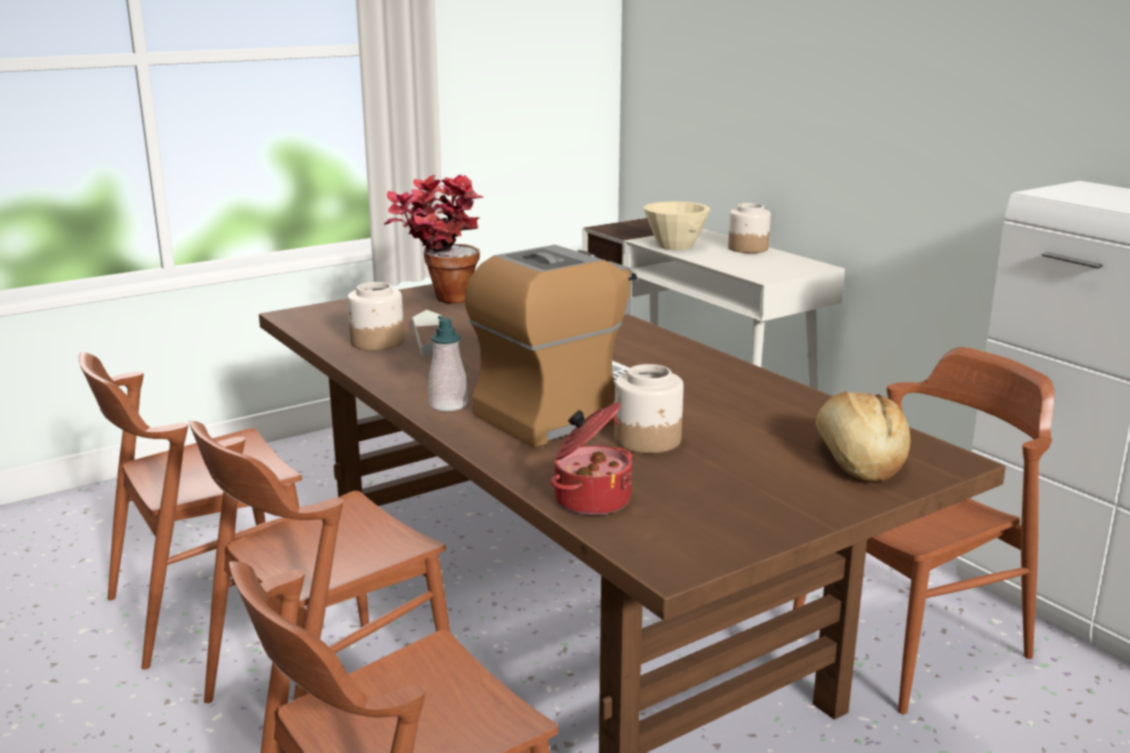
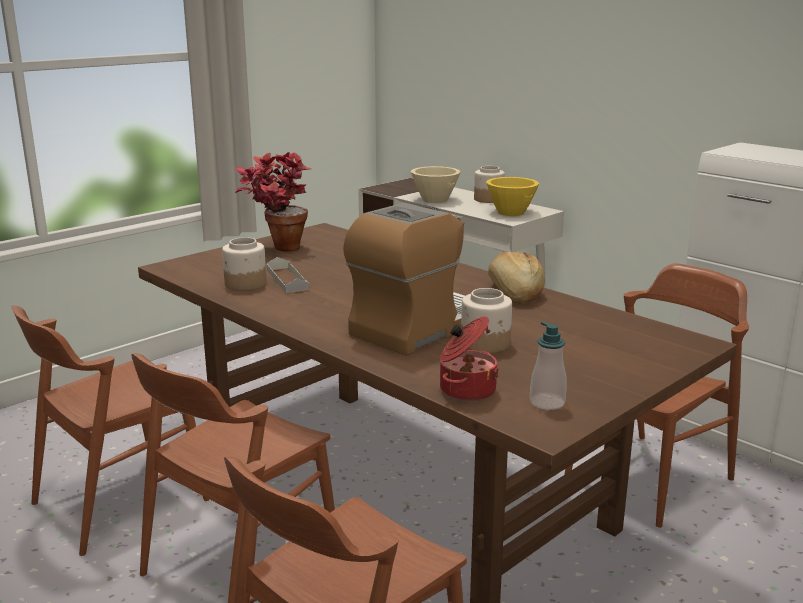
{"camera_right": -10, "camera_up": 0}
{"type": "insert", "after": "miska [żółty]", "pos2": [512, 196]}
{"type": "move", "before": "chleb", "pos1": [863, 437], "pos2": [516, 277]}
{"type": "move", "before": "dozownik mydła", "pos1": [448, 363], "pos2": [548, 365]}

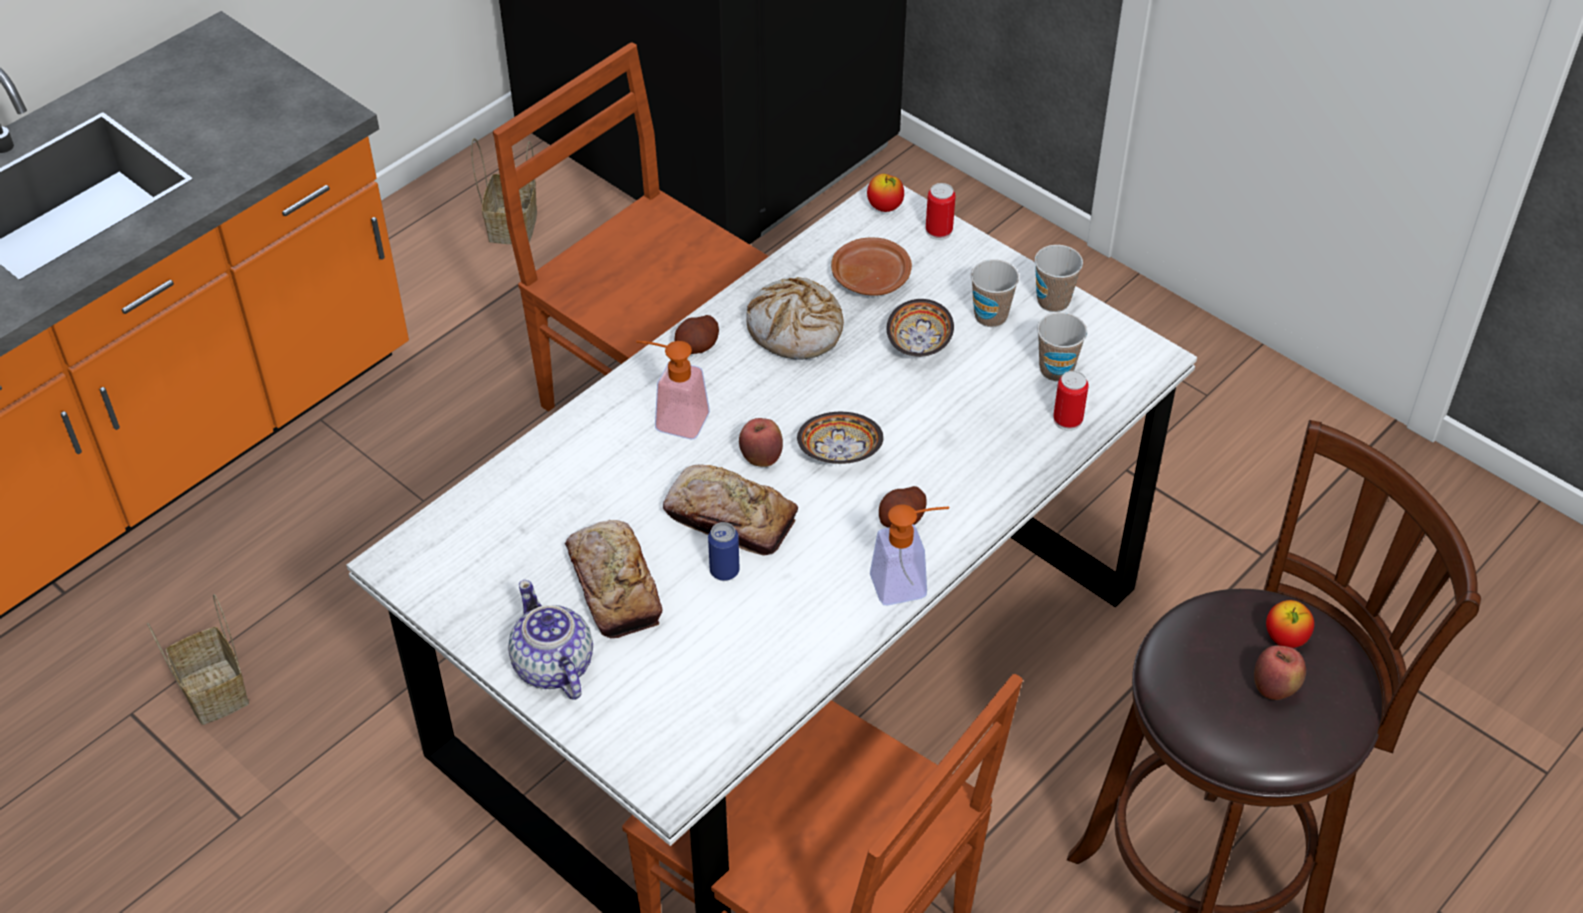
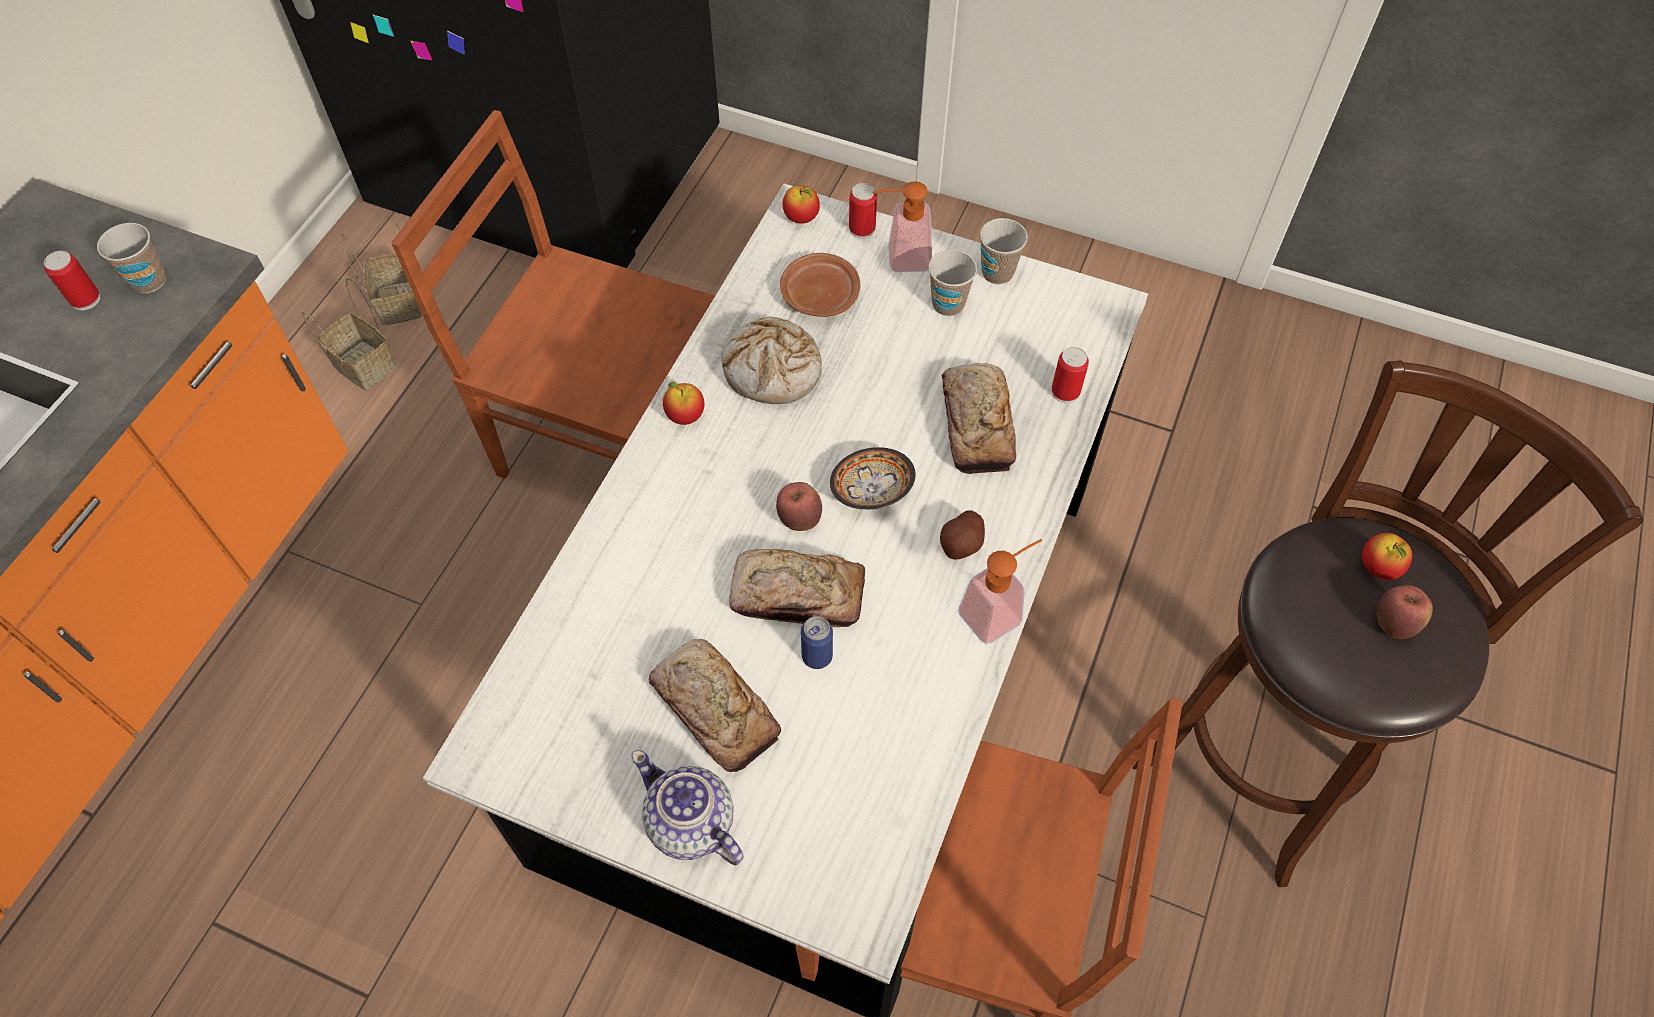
{"camera_right": -20, "camera_up": 10}
{"type": "insert", "after": "puszka", "pos2": [72, 281]}
{"type": "move", "before": "filiżanka", "pos1": [1062, 346], "pos2": [131, 258]}
{"type": "move", "before": "koszyk", "pos1": [198, 659], "pos2": [349, 334]}
{"type": "replace", "before": "ziemniak", "after": "jabłko", "pos1": [697, 334], "pos2": [683, 403]}
{"type": "move", "before": "dozownik mydła", "pos1": [673, 389], "pos2": [902, 226]}
{"type": "insert", "after": "chleb", "pos2": [978, 418]}
{"type": "delete", "before": "miska", "pos1": [920, 328]}

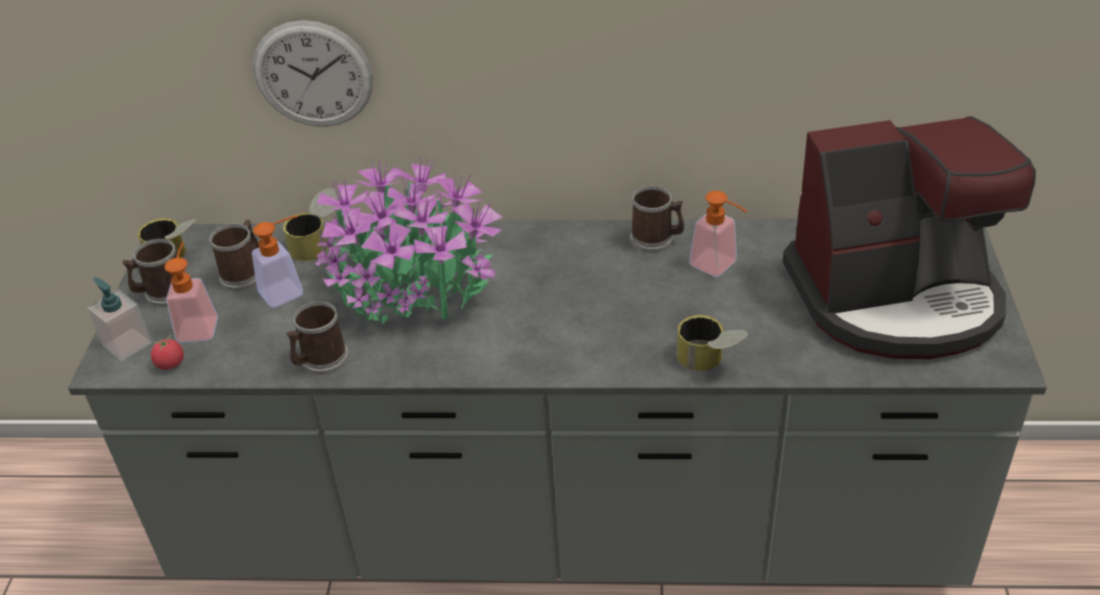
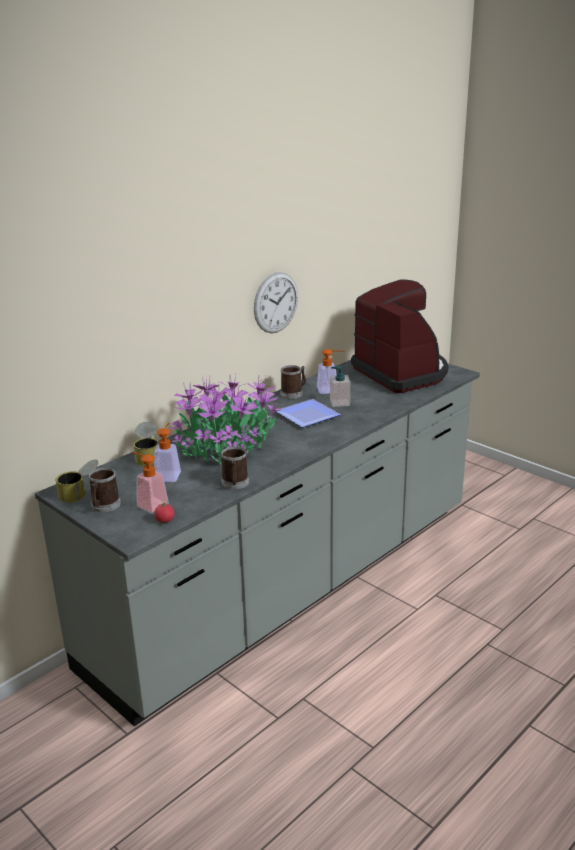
{"camera_right": -50, "camera_up": -15}
{"type": "move", "before": "zegar ścienny", "pos1": [313, 73], "pos2": [276, 302]}
{"type": "insert", "after": "talerz", "pos2": [308, 413]}
{"type": "move", "before": "dozownik mydła", "pos1": [119, 319], "pos2": [340, 386]}
{"type": "rotate", "before": "ekspres do kawy", "pos1": [909, 237], "pos2": [399, 336], "turn": -60}
{"type": "delete", "before": "kubek", "pos1": [234, 255]}
{"type": "delete", "before": "puszka", "pos1": [712, 343]}

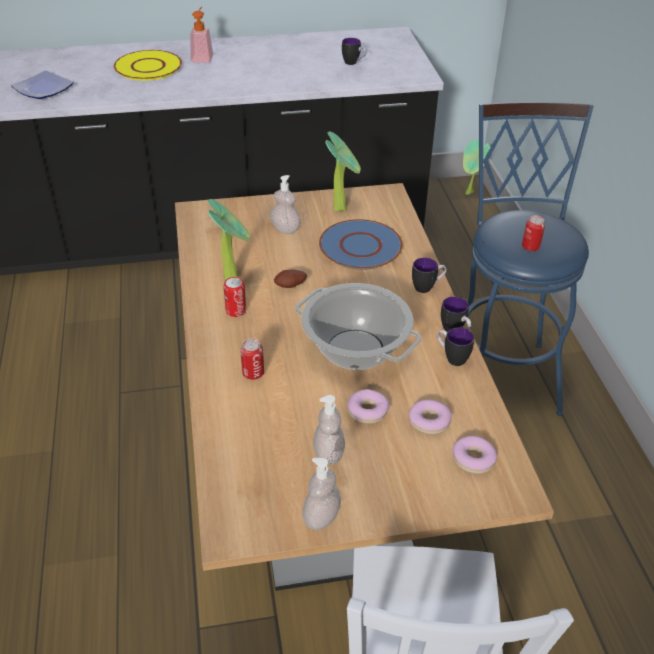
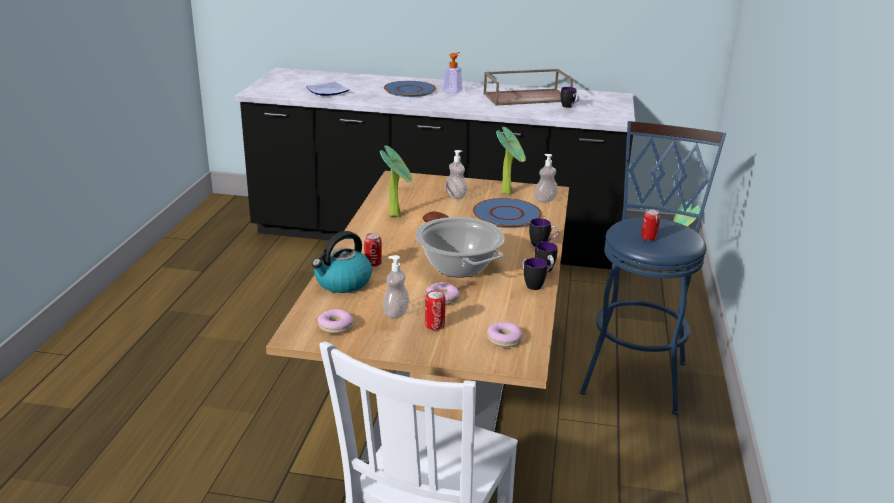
{"camera_right": 20, "camera_up": -15}
{"type": "insert", "after": "czajnik", "pos2": [342, 262]}
{"type": "move", "before": "donut", "pos1": [430, 416], "pos2": [335, 321]}
{"type": "recolor", "before": "talerz [żółty]", "after": "talerz [niebieski]", "pos1": [148, 65], "pos2": [410, 89]}
{"type": "move", "before": "puszka", "pos1": [234, 297], "pos2": [435, 310]}
{"type": "insert", "after": "taca [brązowy]", "pos2": [528, 87]}
{"type": "move", "before": "dozownik mydła", "pos1": [321, 494], "pos2": [546, 178]}

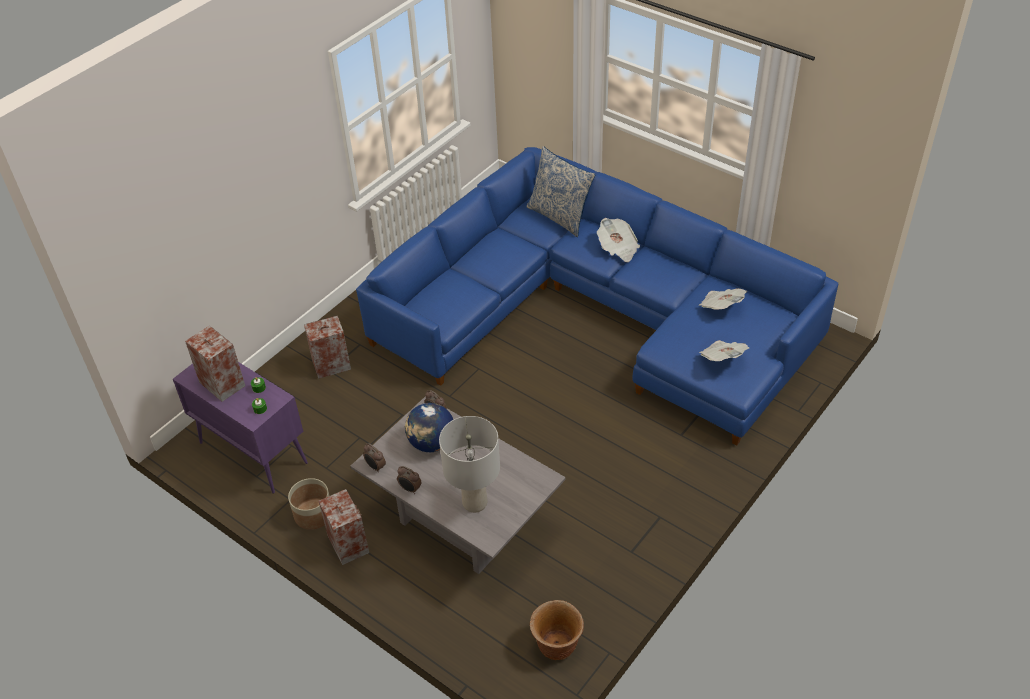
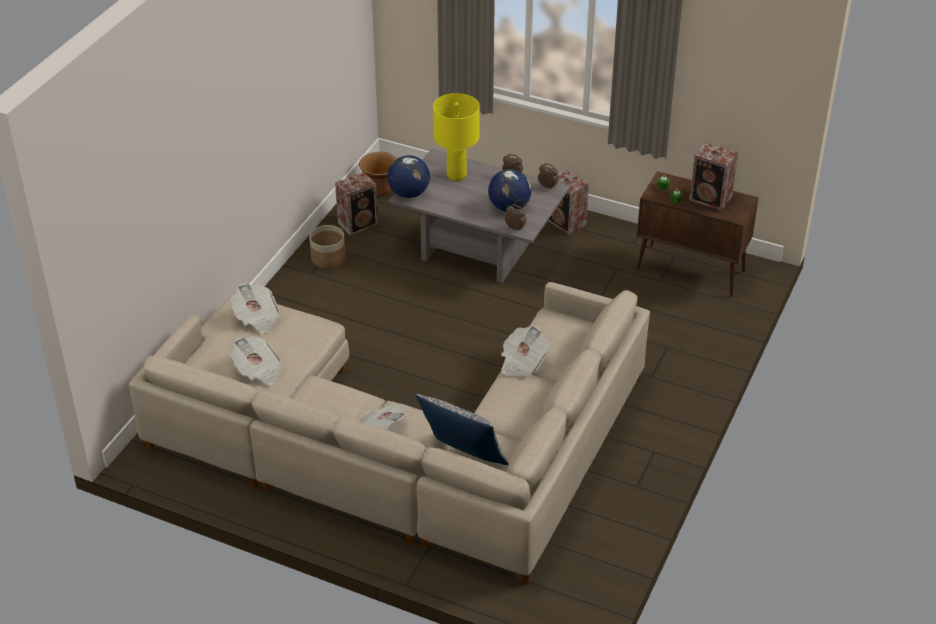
{"camera_right": 165, "camera_up": -5}
{"type": "recolor", "before": "kanapa [niebieski]", "after": "kanapa [beżowy]", "pos1": [597, 296], "pos2": [389, 433]}
{"type": "move", "before": "donica", "pos1": [309, 504], "pos2": [327, 247]}
{"type": "move", "before": "głośnik", "pos1": [327, 347], "pos2": [356, 204]}
{"type": "insert", "after": "globus", "pos2": [408, 176]}
{"type": "recolor", "before": "lampa stołowa [szary]", "after": "lampa stołowa [żółty]", "pos1": [469, 464], "pos2": [456, 137]}
{"type": "insert", "after": "gazeta", "pos2": [525, 351]}
{"type": "recolor", "before": "szafka [fioletowy]", "after": "szafka [brązowy]", "pos1": [240, 428], "pos2": [697, 234]}

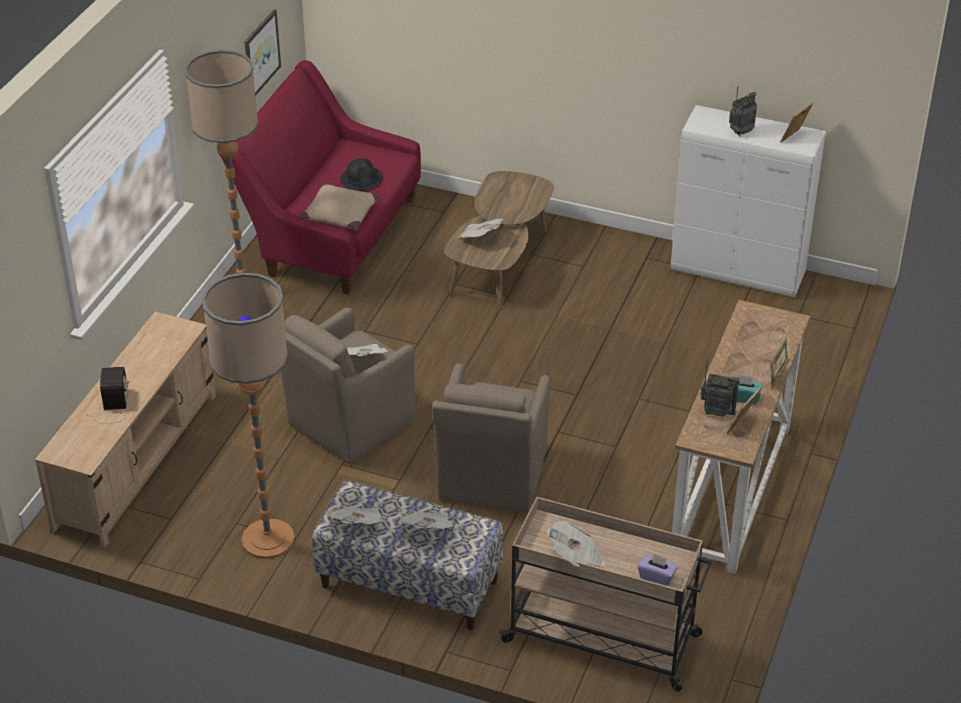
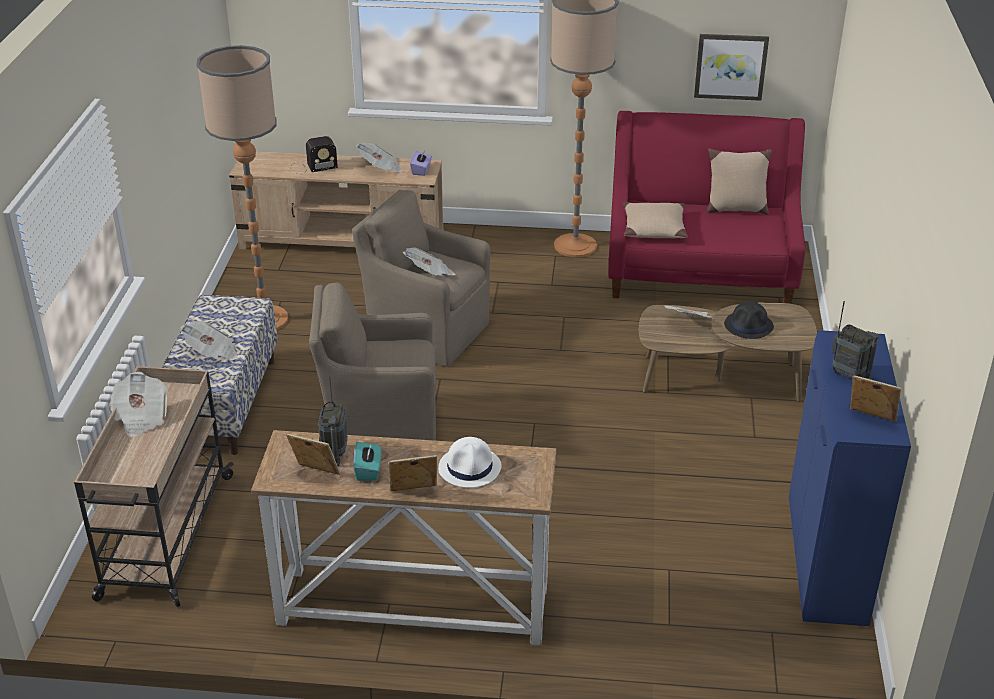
{"camera_right": 75, "camera_up": -5}
{"type": "move", "before": "gazeta", "pos1": [355, 515], "pos2": [379, 157]}
{"type": "move", "before": "pudełko chusteczek [fioletowy]", "pos1": [658, 569], "pos2": [421, 163]}
{"type": "insert", "after": "kapelusz [biały]", "pos2": [470, 462]}
{"type": "insert", "after": "poduszka [beżowy]", "pos2": [739, 182]}
{"type": "move", "before": "kapelusz [czarny]", "pos1": [362, 174], "pos2": [749, 320]}
{"type": "recolor", "before": "szafka [biały]", "after": "szafka [niebieski]", "pos1": [748, 201], "pos2": [850, 478]}

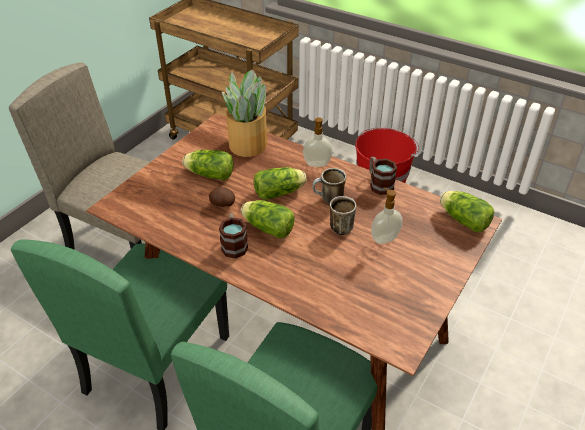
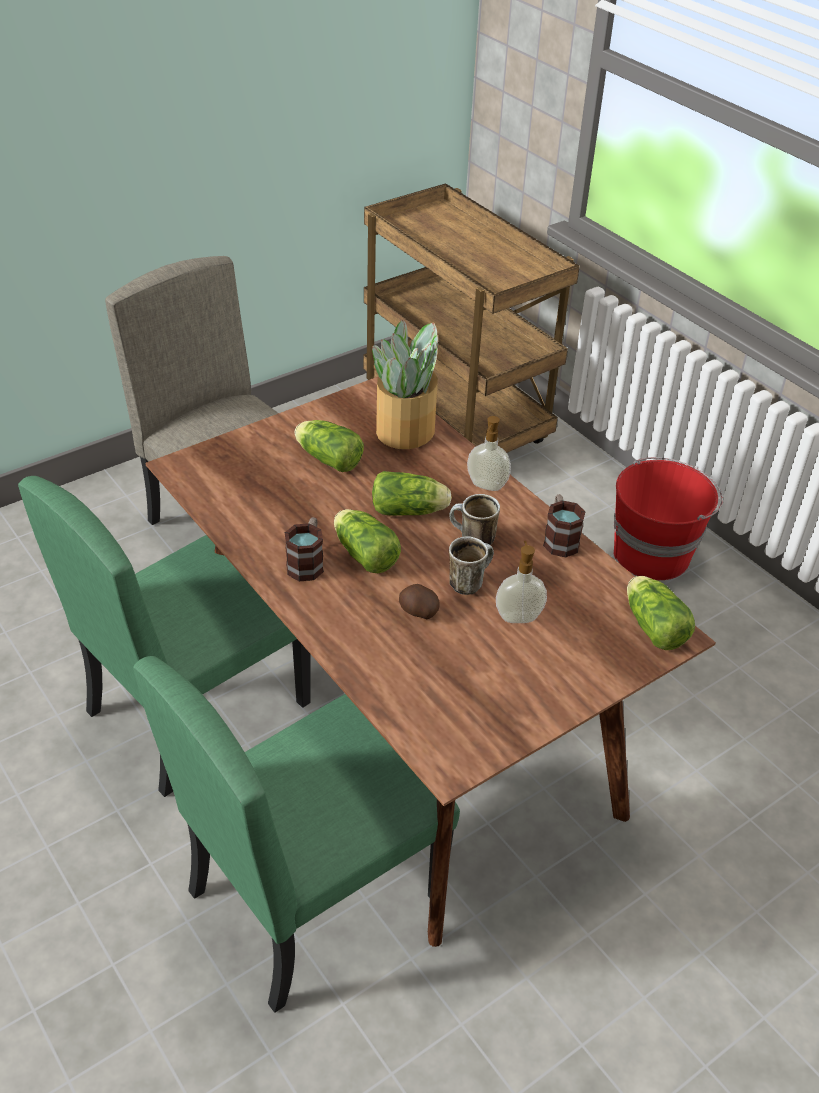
{"camera_right": 20, "camera_up": 0}
{"type": "move", "before": "ziemniak", "pos1": [222, 197], "pos2": [419, 601]}

